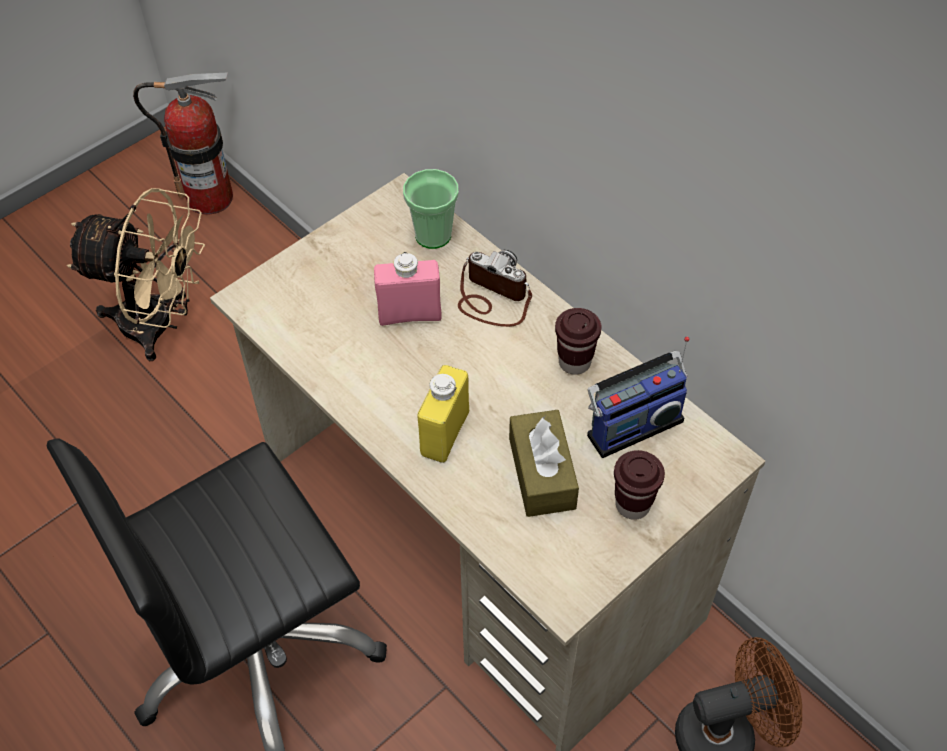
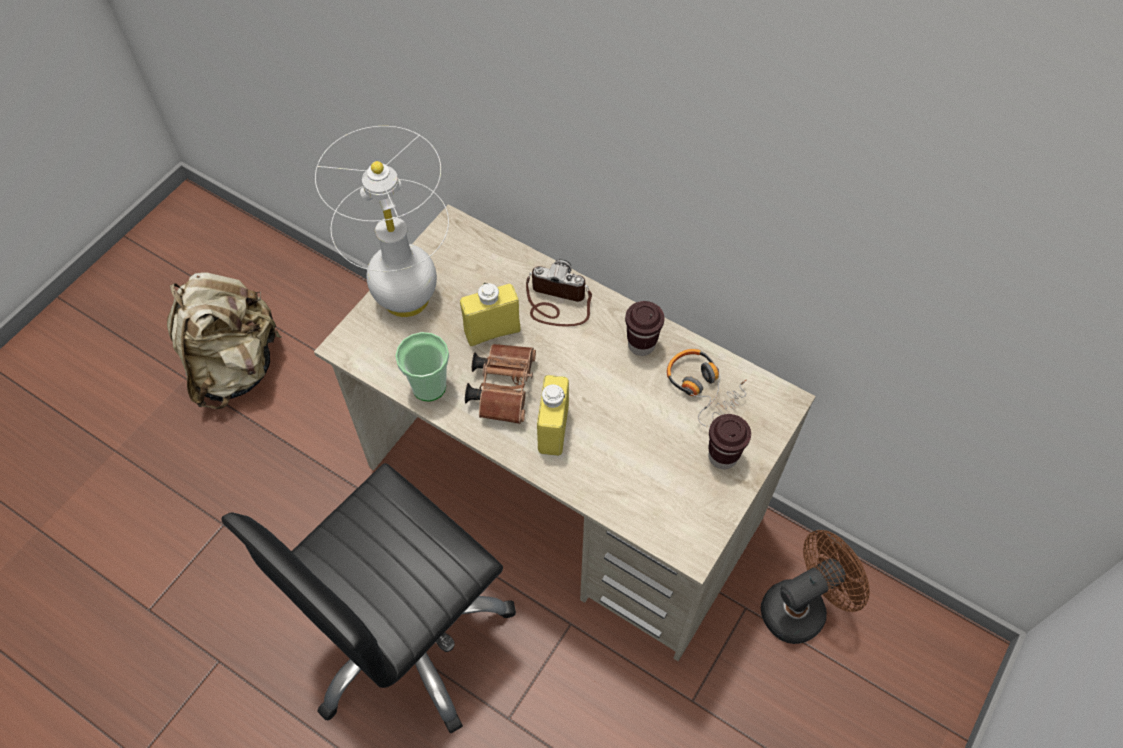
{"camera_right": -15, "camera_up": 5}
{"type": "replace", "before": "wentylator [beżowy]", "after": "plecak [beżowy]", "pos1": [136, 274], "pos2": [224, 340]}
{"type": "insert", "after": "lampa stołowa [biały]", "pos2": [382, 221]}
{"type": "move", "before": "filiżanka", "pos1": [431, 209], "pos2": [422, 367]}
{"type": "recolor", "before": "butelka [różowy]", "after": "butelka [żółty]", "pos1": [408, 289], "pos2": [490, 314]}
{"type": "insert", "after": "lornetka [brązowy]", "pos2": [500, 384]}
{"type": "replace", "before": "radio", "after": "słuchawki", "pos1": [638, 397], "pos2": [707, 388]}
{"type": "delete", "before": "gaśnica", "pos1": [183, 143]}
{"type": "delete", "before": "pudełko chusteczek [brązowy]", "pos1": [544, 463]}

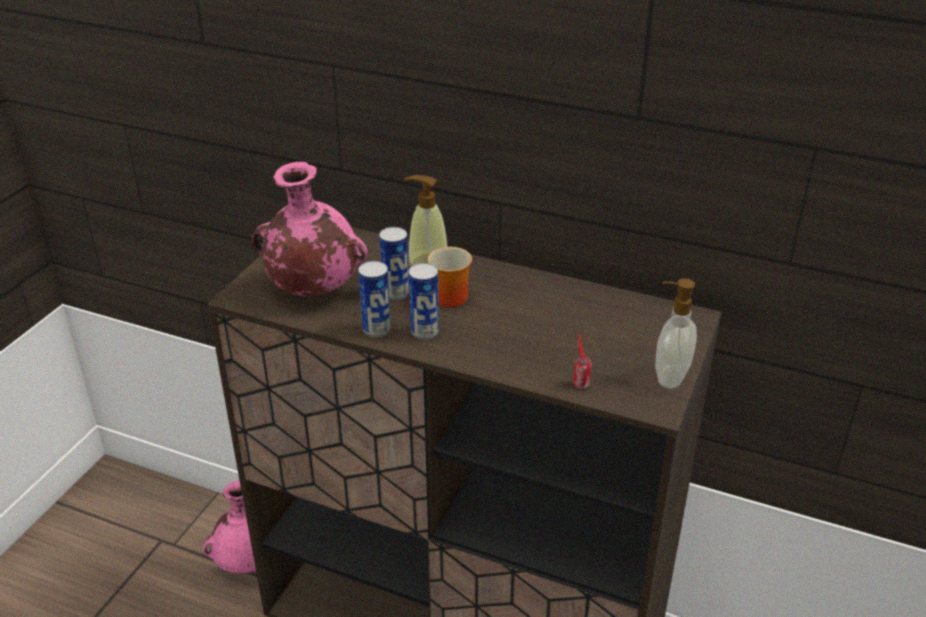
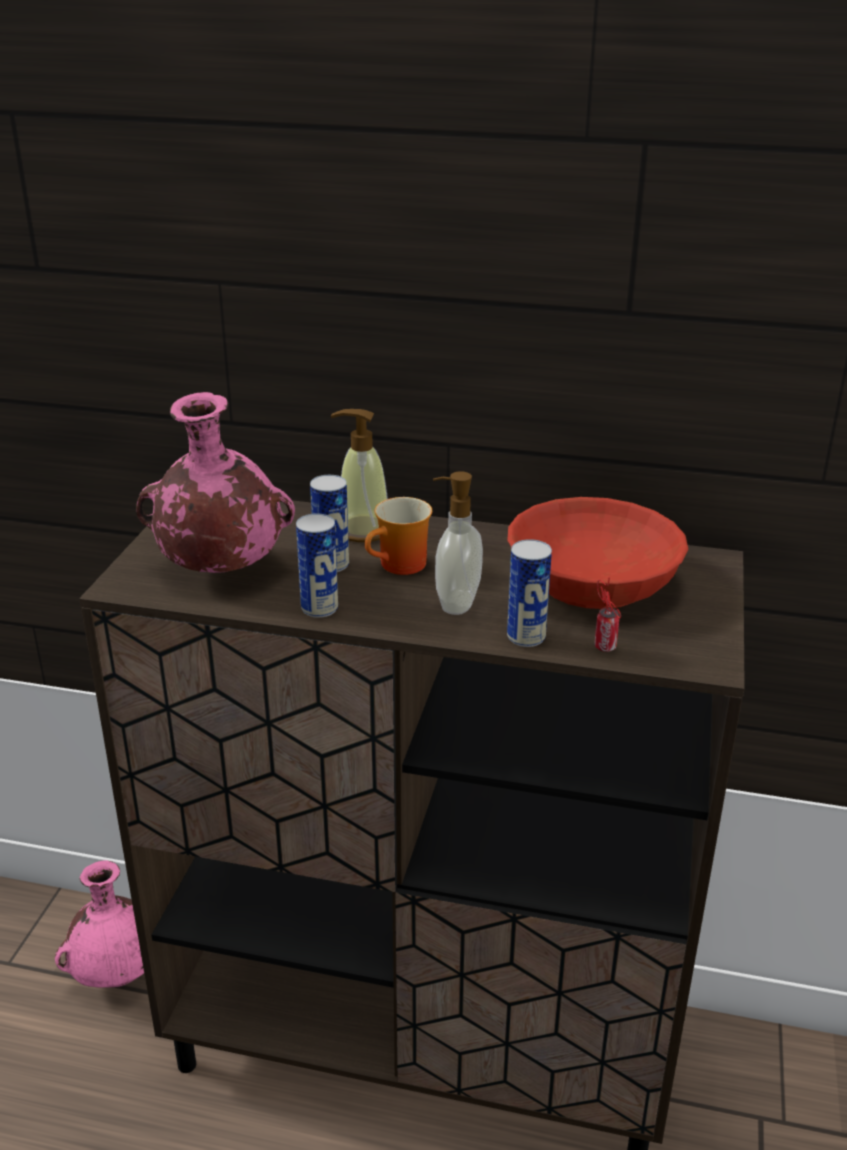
{"camera_right": -10, "camera_up": -5}
{"type": "move", "before": "dozownik mydła", "pos1": [676, 333], "pos2": [458, 543]}
{"type": "insert", "after": "miska [czerwony]", "pos2": [597, 553]}
{"type": "move", "before": "puszka", "pos1": [424, 301], "pos2": [529, 593]}

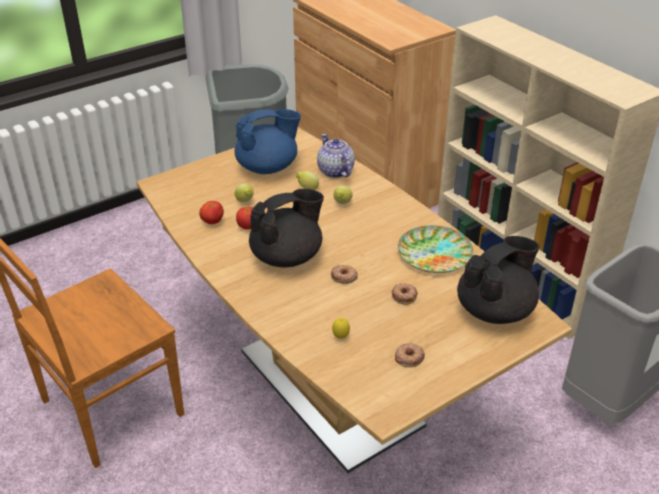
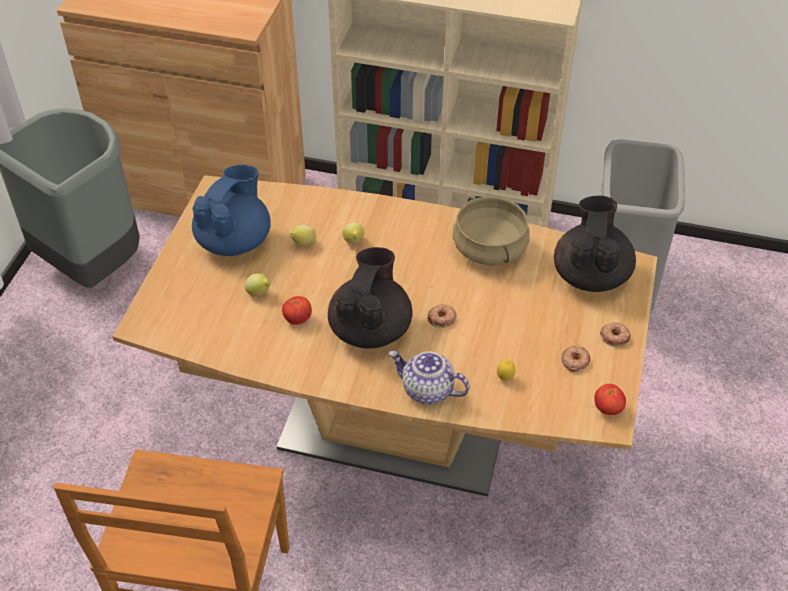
{"camera_right": -40, "camera_up": 10}
{"type": "move", "before": "imbryk", "pos1": [336, 156], "pos2": [429, 377]}
{"type": "replace", "before": "talerz", "after": "garnek [beżowy]", "pos1": [436, 249], "pos2": [491, 231]}
{"type": "move", "before": "pomidor", "pos1": [211, 212], "pos2": [610, 399]}
{"type": "move", "before": "donut", "pos1": [405, 294], "pos2": [615, 334]}

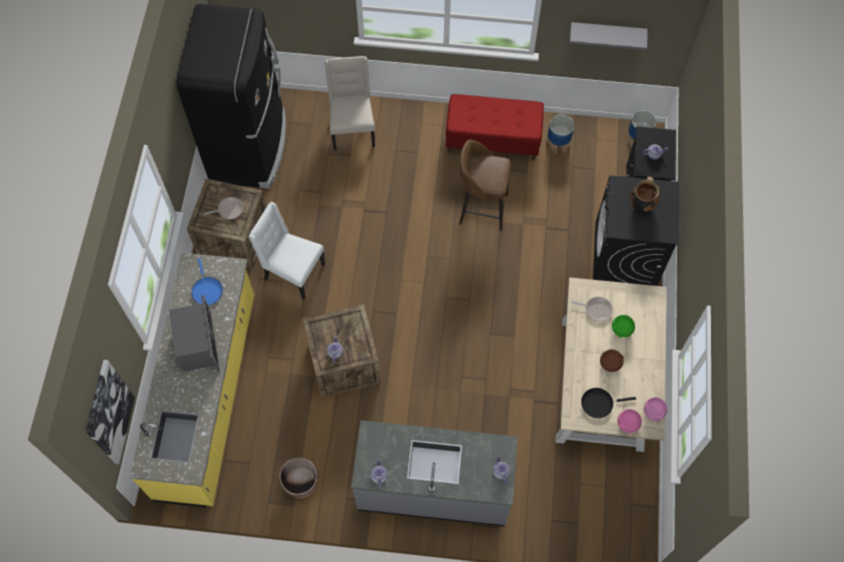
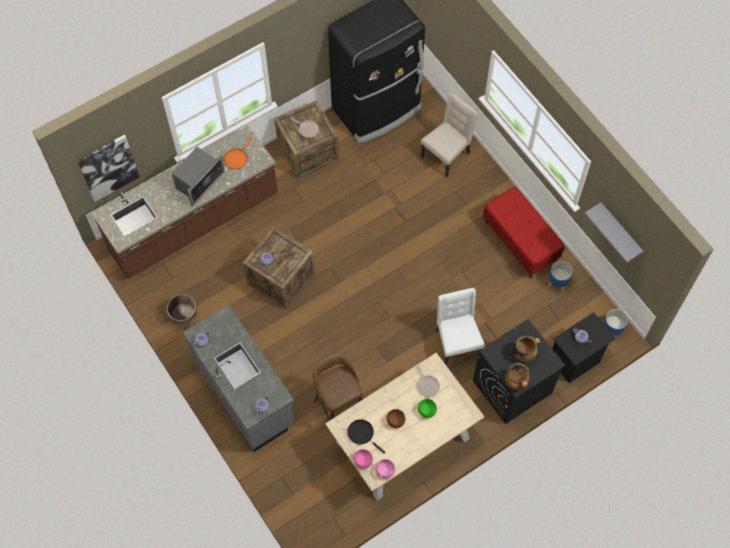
{"camera_right": 50, "camera_up": 0}
{"type": "recolor", "before": "zabudowa kuchenna [żółty]", "after": "zabudowa kuchenna [brązowy]", "pos1": [192, 380], "pos2": [185, 202]}
{"type": "recolor", "before": "patelnia [niebieski]", "after": "patelnia [pomarańczowy]", "pos1": [207, 281], "pos2": [238, 153]}
{"type": "move", "before": "stołek [brązowy]", "pos1": [485, 185], "pos2": [337, 387]}
{"type": "move", "before": "krzesło [biały]", "pos1": [286, 251], "pos2": [460, 327]}
{"type": "insert", "after": "garnek", "pos2": [517, 376]}

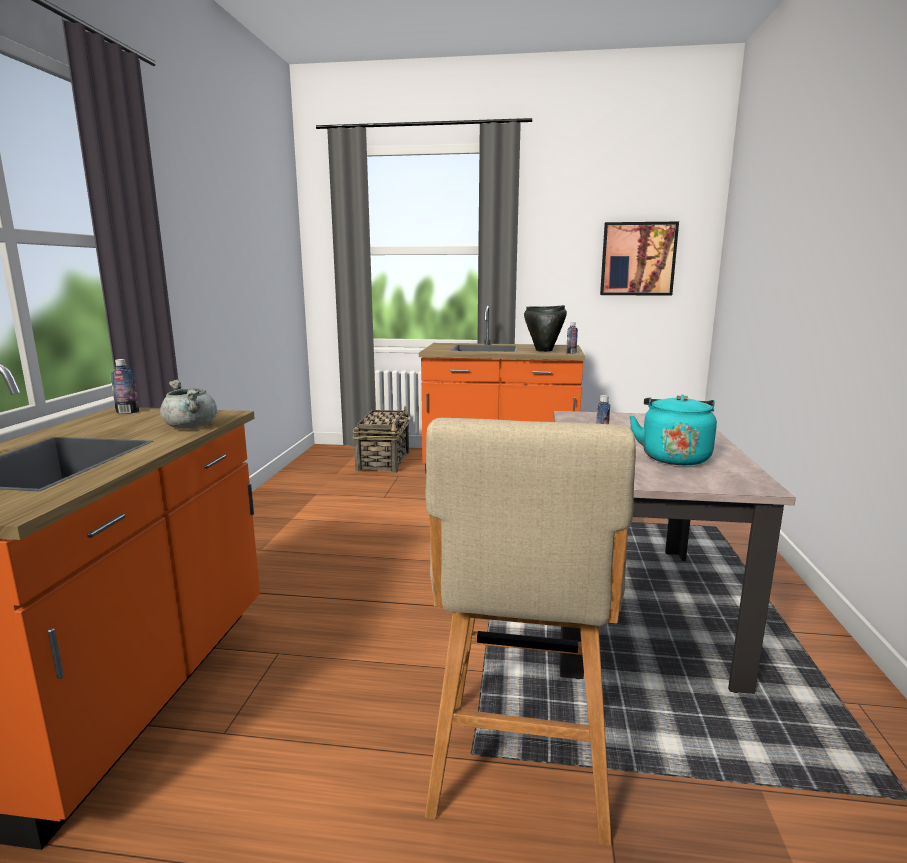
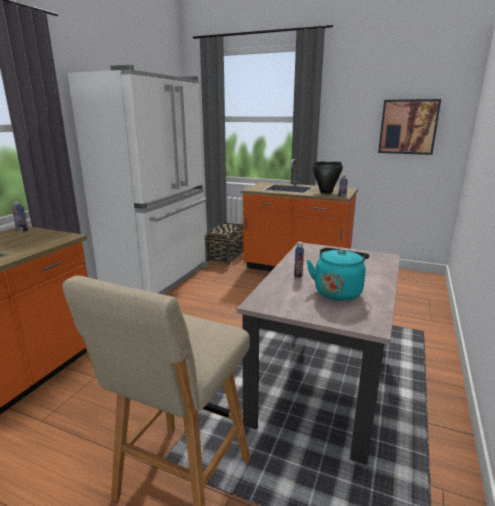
{"camera_right": 15, "camera_up": 5}
{"type": "insert", "after": "lodówka [biały]", "pos2": [137, 180]}
{"type": "delete", "before": "garnek [szary]", "pos1": [188, 403]}

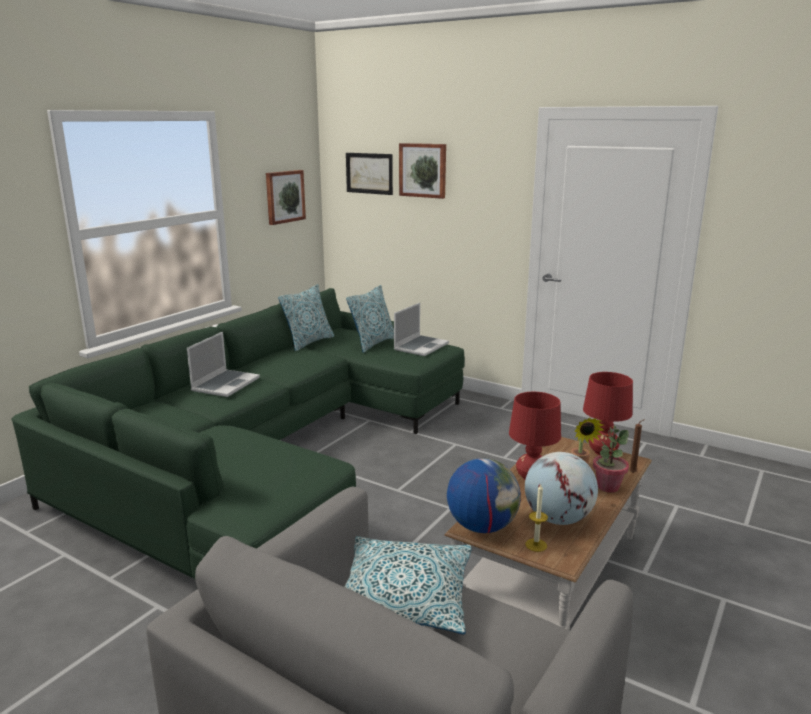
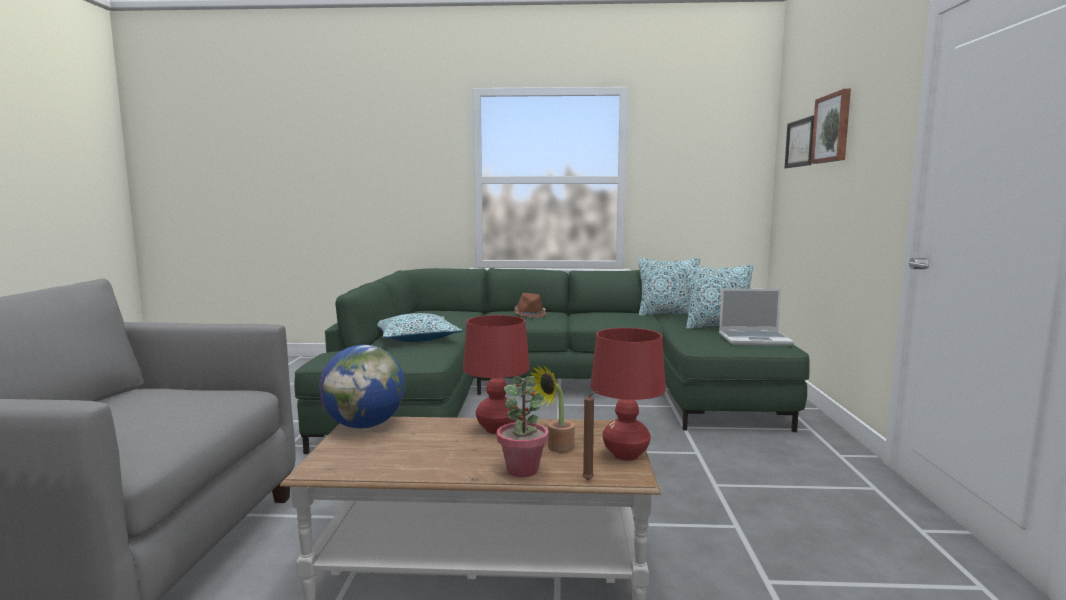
{"camera_right": 60, "camera_up": -10}
{"type": "move", "before": "poduszka", "pos1": [408, 585], "pos2": [420, 327]}
{"type": "replace", "before": "laptop", "after": "kapelusz [brązowy]", "pos1": [223, 364], "pos2": [530, 305]}
{"type": "delete", "before": "obraz", "pos1": [286, 197]}
{"type": "delete", "before": "globus", "pos1": [561, 488]}
{"type": "delete", "before": "świeca", "pos1": [536, 518]}

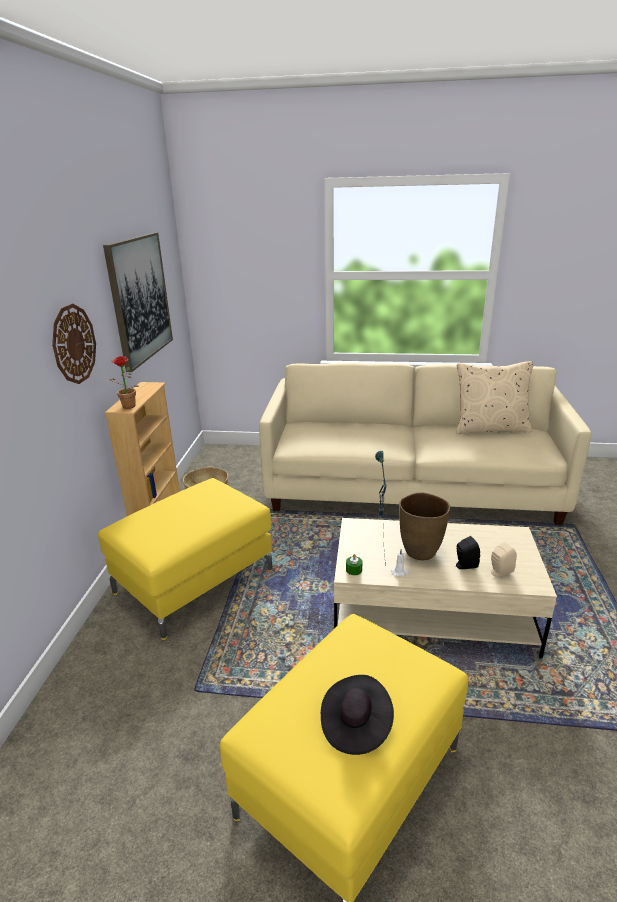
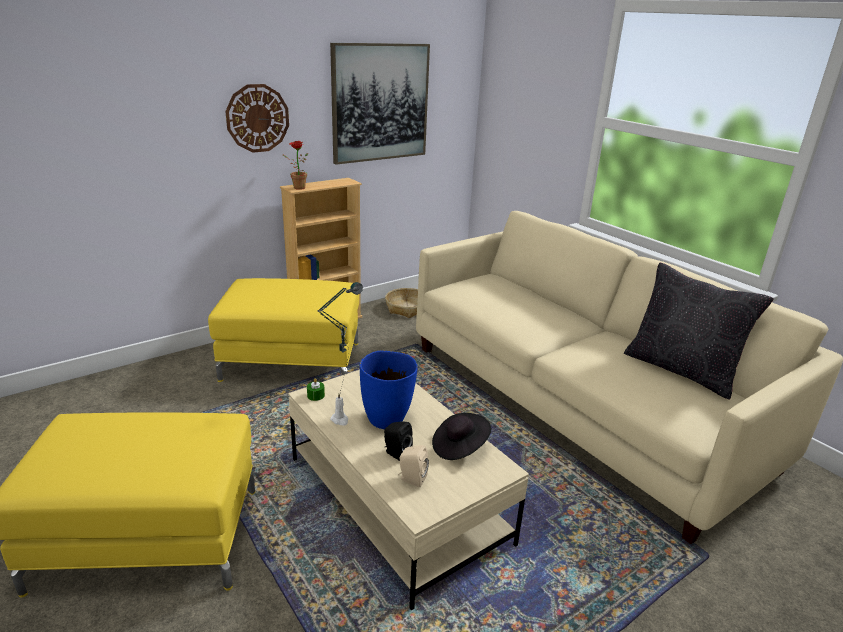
{"camera_right": 45, "camera_up": 0}
{"type": "recolor", "before": "wazon [brązowy]", "after": "wazon [niebieski]", "pos1": [424, 526], "pos2": [389, 390]}
{"type": "move", "before": "kapelusz [czarny]", "pos1": [357, 715], "pos2": [461, 436]}
{"type": "recolor", "before": "poduszka [beżowy]", "after": "poduszka [czarny]", "pos1": [495, 397], "pos2": [699, 331]}

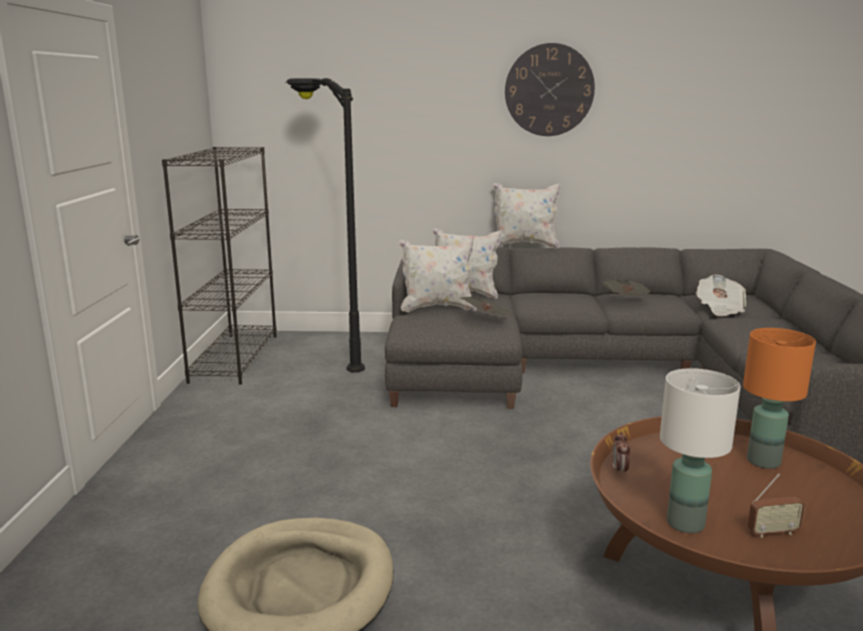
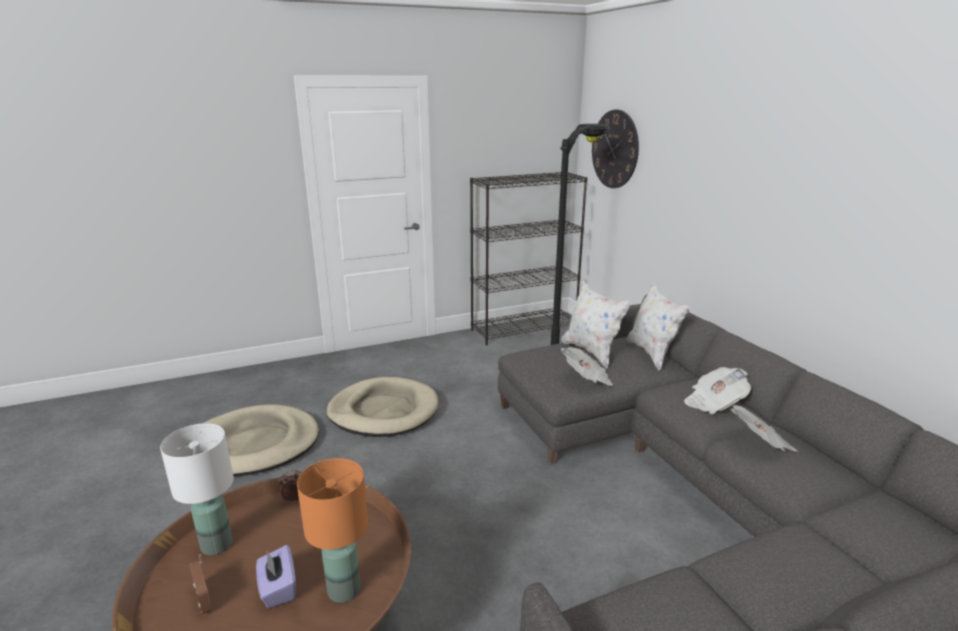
{"camera_right": 65, "camera_up": 5}
{"type": "insert", "after": "pudełko chusteczek [fioletowy]", "pos2": [276, 576]}
{"type": "insert", "after": "legowisko [beżowy]", "pos2": [382, 407]}
{"type": "move", "before": "zegar ścienny", "pos1": [550, 89], "pos2": [615, 149]}
{"type": "move", "before": "gazeta", "pos1": [721, 295], "pos2": [717, 390]}
{"type": "delete", "before": "poduszka [biały]", "pos1": [526, 215]}

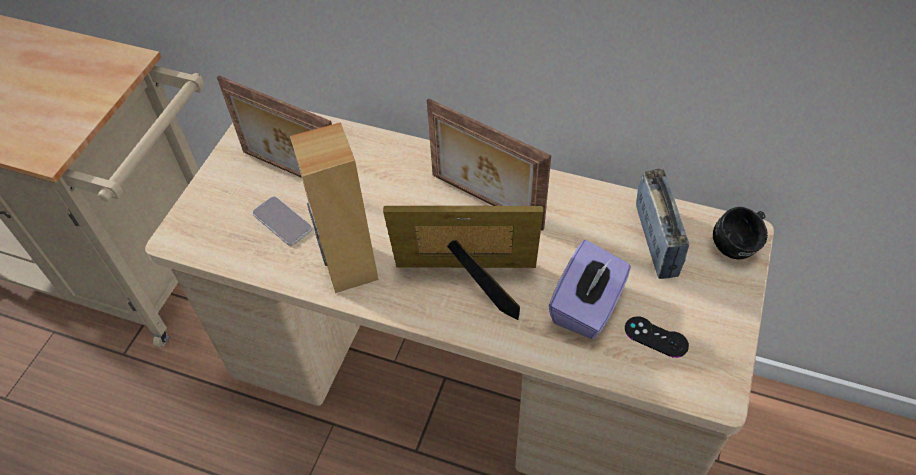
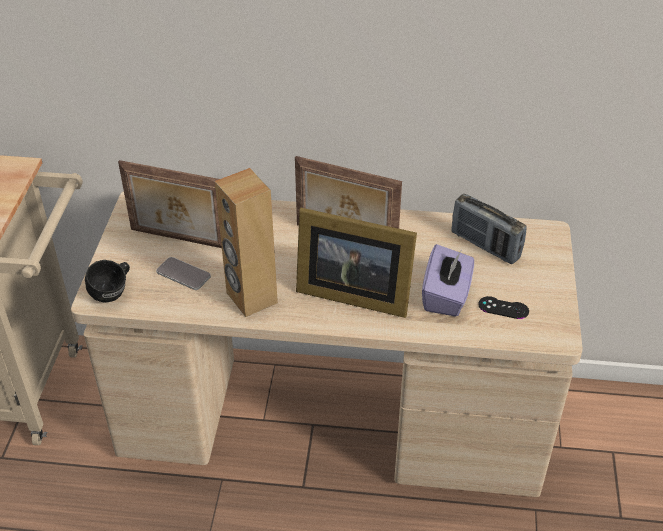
{"camera_right": -15, "camera_up": -10}
{"type": "move", "before": "kubek [czarny]", "pos1": [740, 233], "pos2": [107, 281]}
{"type": "rotate", "before": "ramka na zdjęcie", "pos1": [463, 263], "pos2": [356, 263], "turn": -150}
{"type": "rotate", "before": "radio", "pos1": [662, 224], "pos2": [489, 229], "turn": 150}

